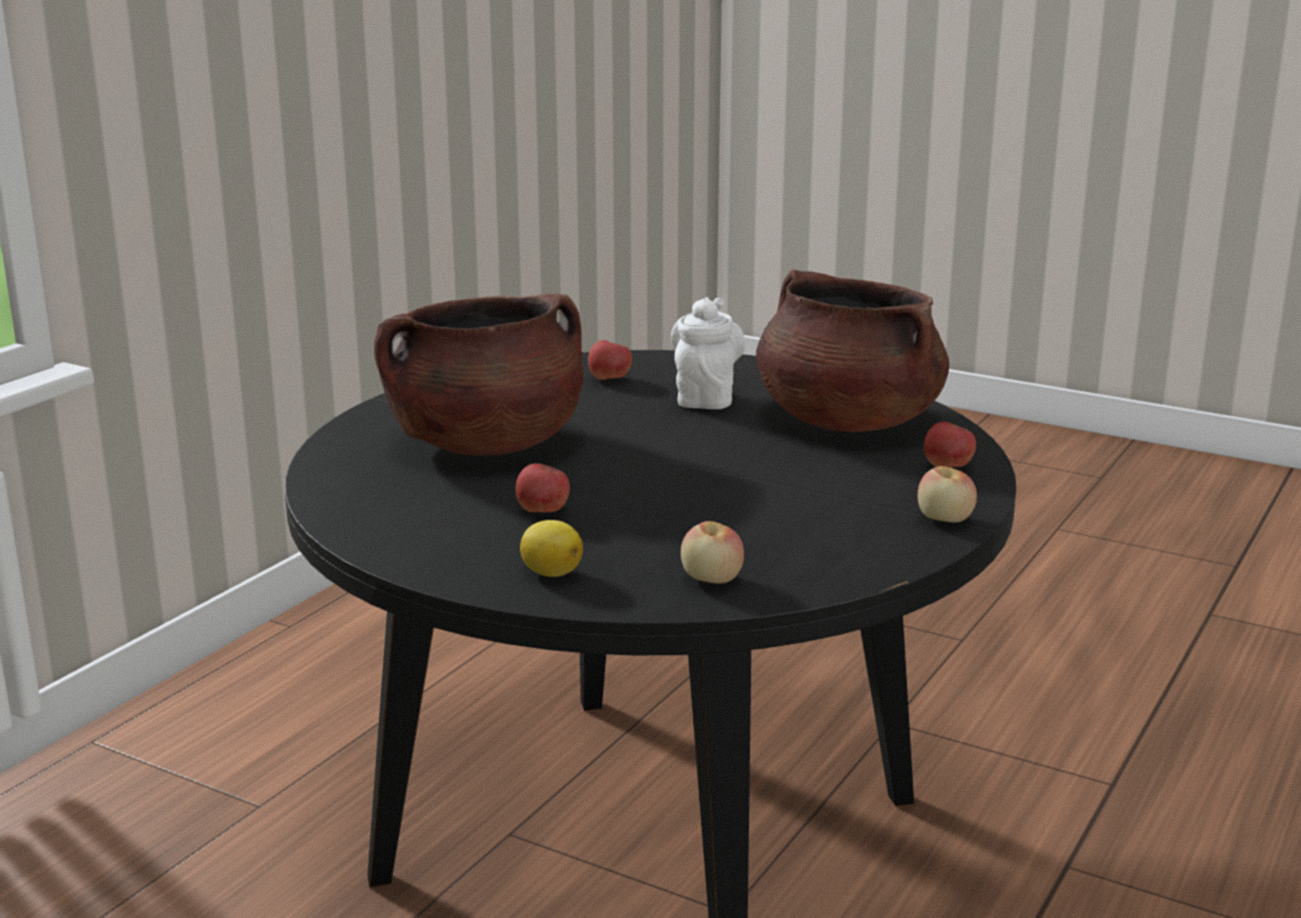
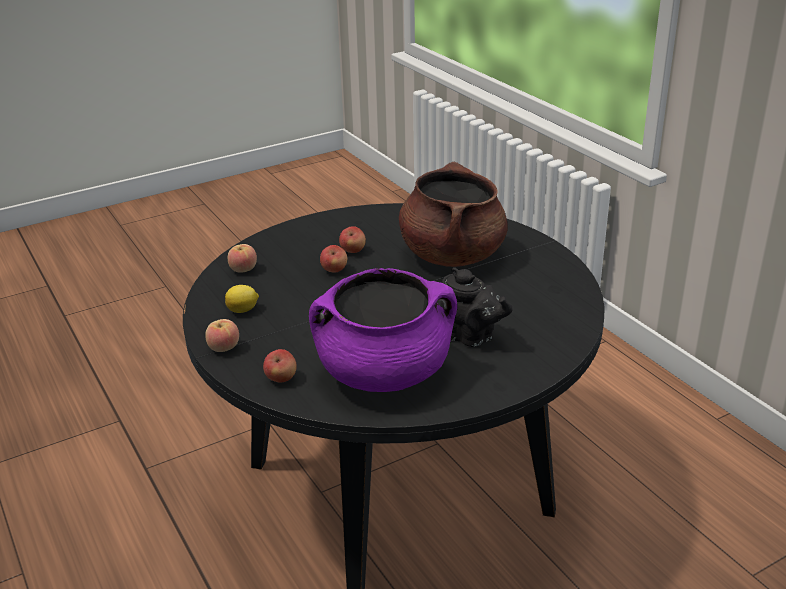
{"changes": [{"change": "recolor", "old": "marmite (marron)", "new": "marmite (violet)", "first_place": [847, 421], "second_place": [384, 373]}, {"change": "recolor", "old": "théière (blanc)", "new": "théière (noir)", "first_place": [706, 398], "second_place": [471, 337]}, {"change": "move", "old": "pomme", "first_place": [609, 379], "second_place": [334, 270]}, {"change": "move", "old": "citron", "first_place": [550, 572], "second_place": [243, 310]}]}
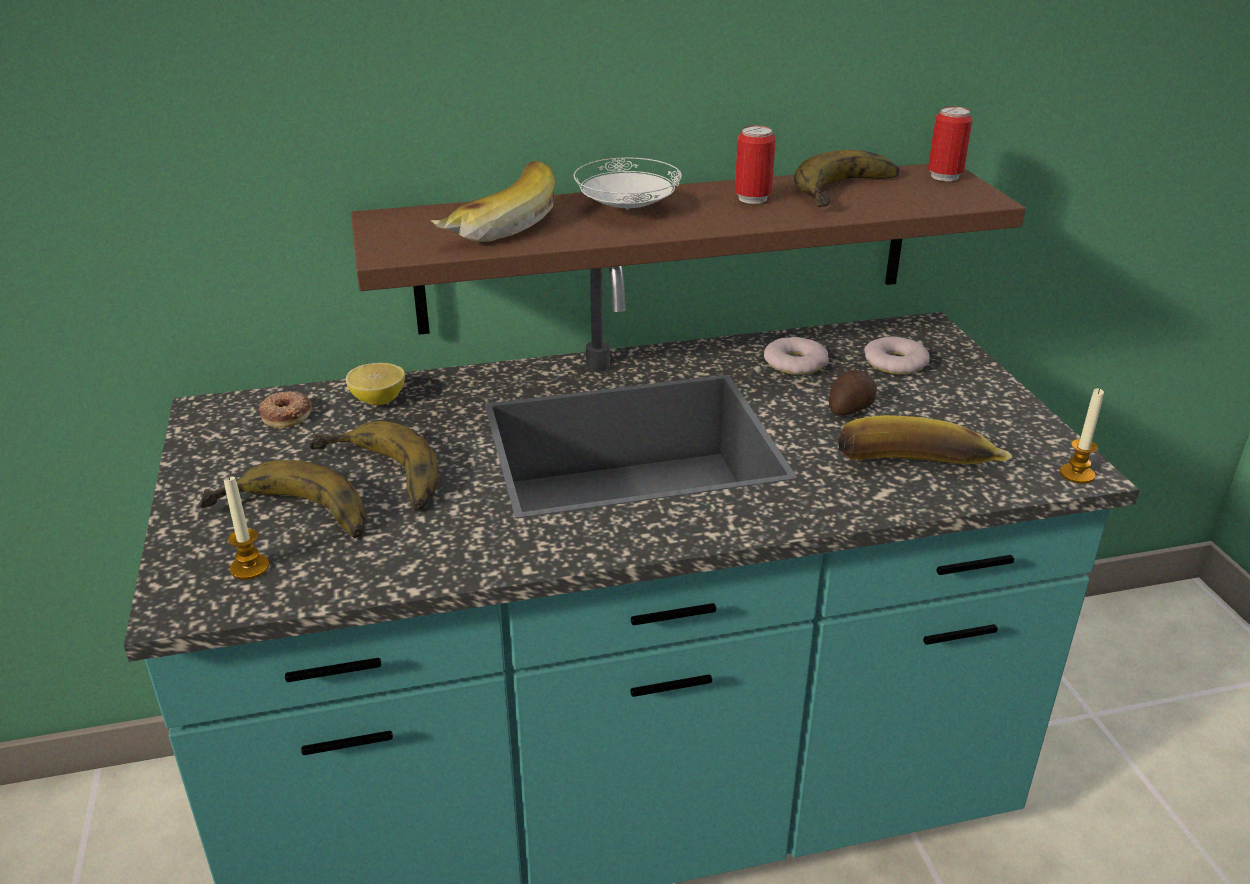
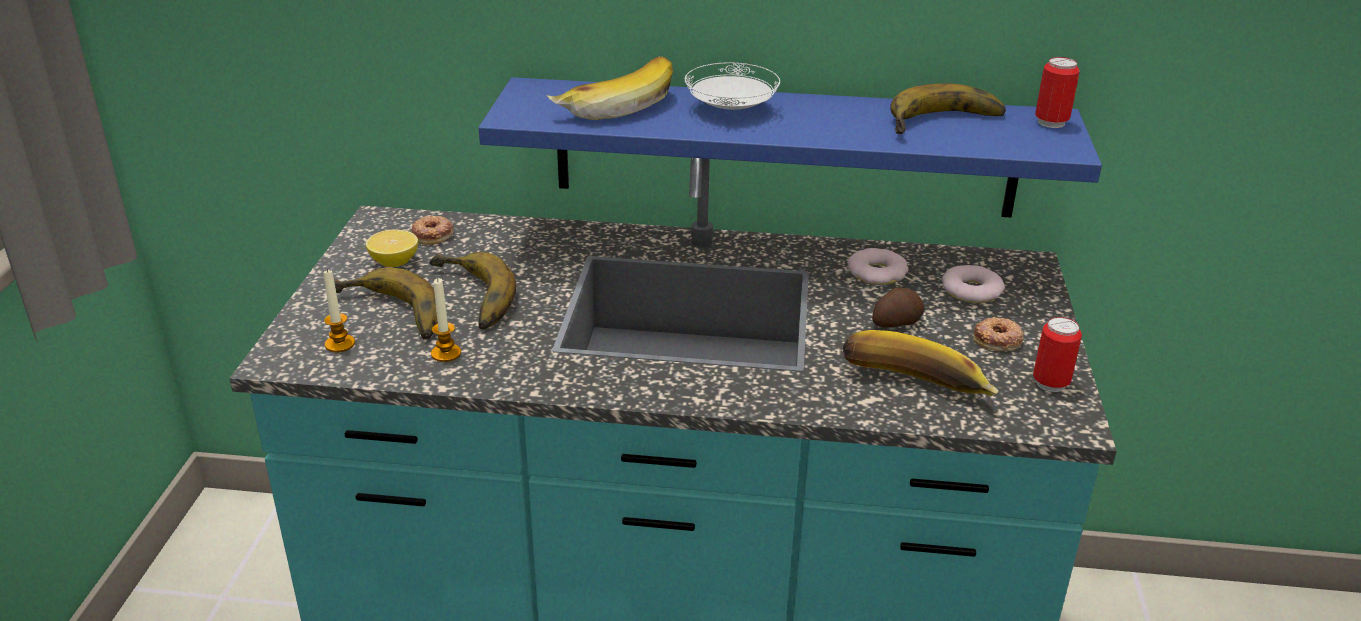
{"changes": [{"change": "move", "old": "boîte métallique", "first_place": [752, 198], "second_place": [1050, 383]}, {"change": "recolor", "old": "étagère (marron)", "new": "étagère (bleu)", "first_place": [668, 247], "second_place": [784, 148]}, {"change": "move", "old": "citron", "first_place": [378, 400], "second_place": [394, 262]}, {"change": "move", "old": "bougie", "first_place": [1077, 474], "second_place": [446, 353]}, {"change": "insert", "new": "beignet", "second_place": [998, 340]}]}
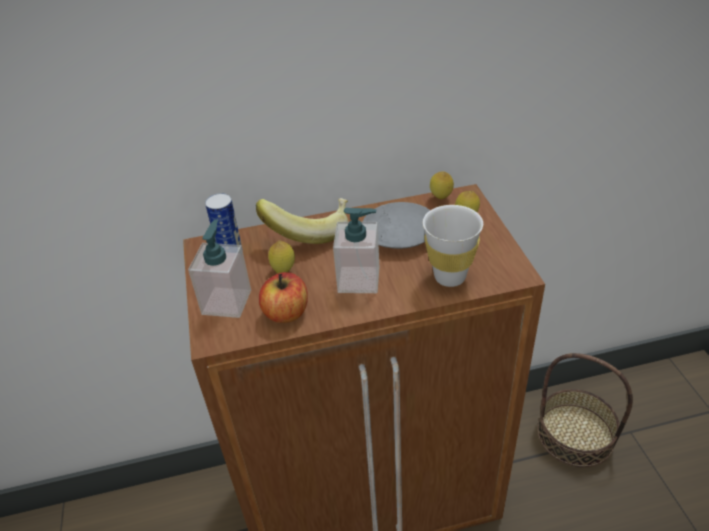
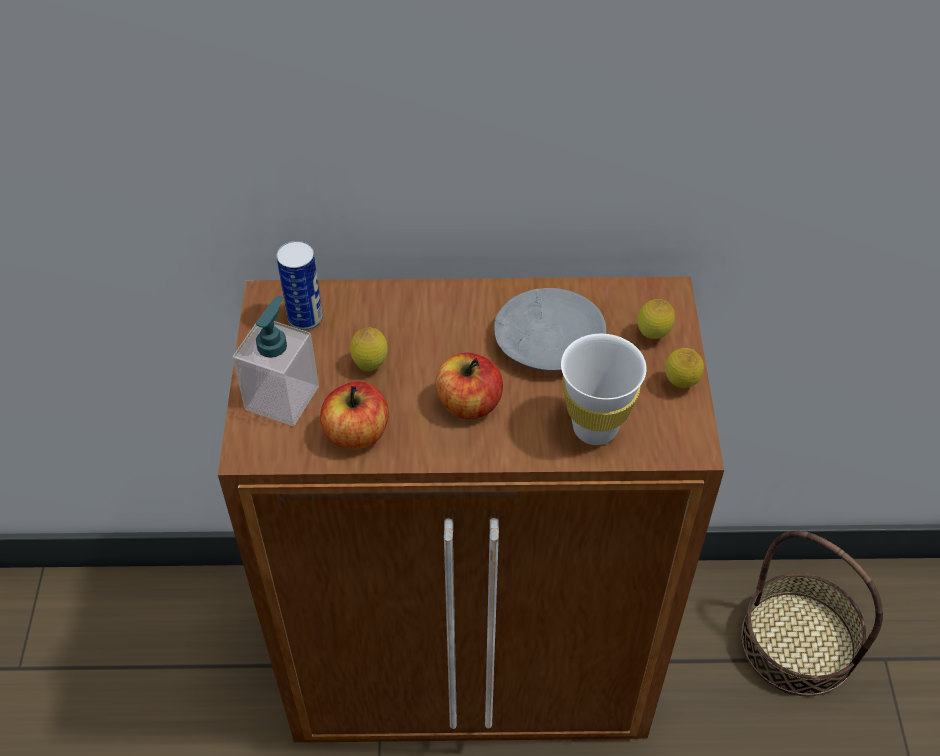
{"changes": [{"change": "move", "old": "citron", "first_place": [441, 198], "second_place": [680, 385]}, {"change": "delete", "old": "banane", "first_place": [309, 231]}, {"change": "replace", "old": "distributeur de savon", "new": "pomme", "first_place": [359, 280], "second_place": [469, 403]}]}
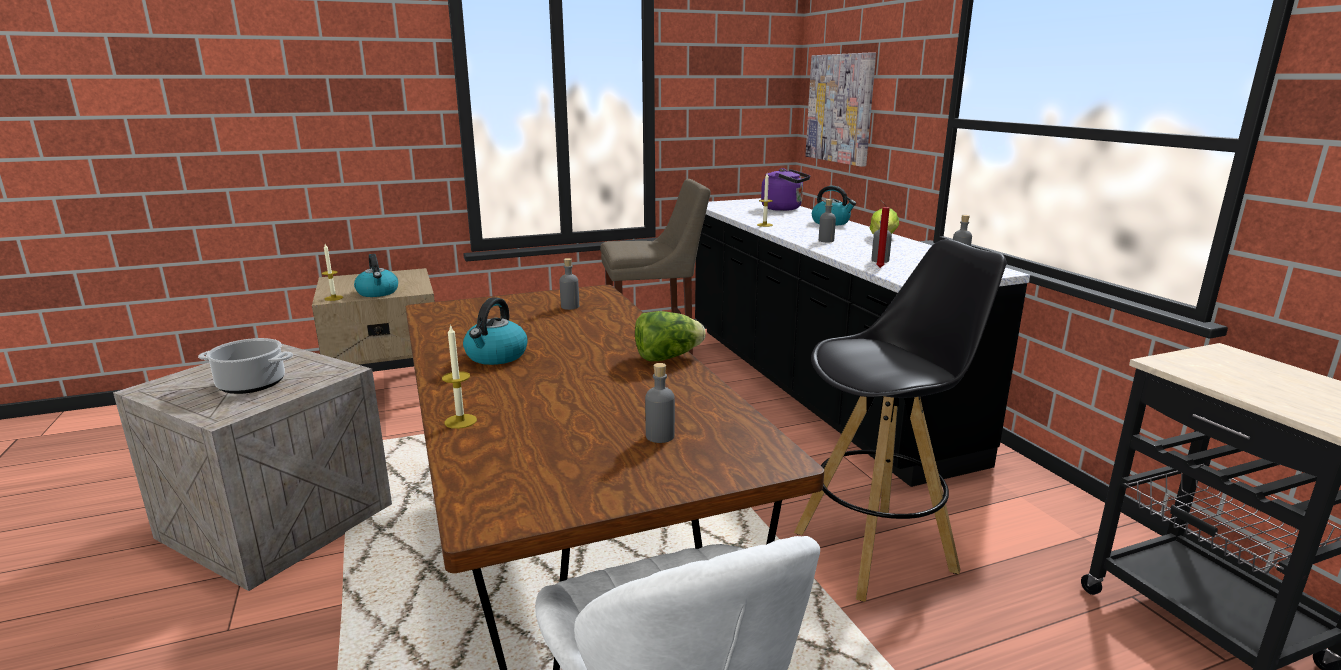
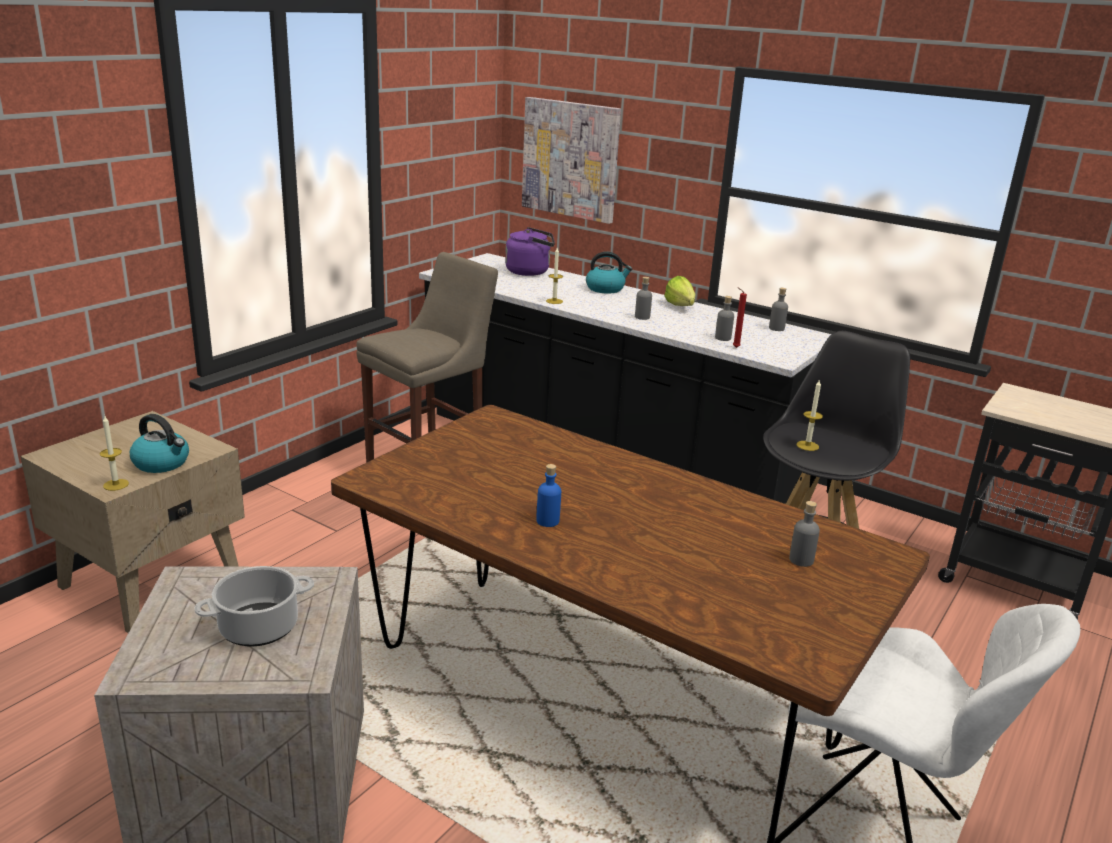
{"changes": [{"change": "delete", "old": "bouteille (gris)", "first_place": [570, 307]}, {"change": "replace", "old": "bouilloire", "new": "bouteille (bleu)", "first_place": [496, 356], "second_place": [548, 521]}, {"change": "delete", "old": "laitue", "first_place": [667, 357]}, {"change": "move", "old": "bougie", "first_place": [460, 421], "second_place": [807, 446]}]}
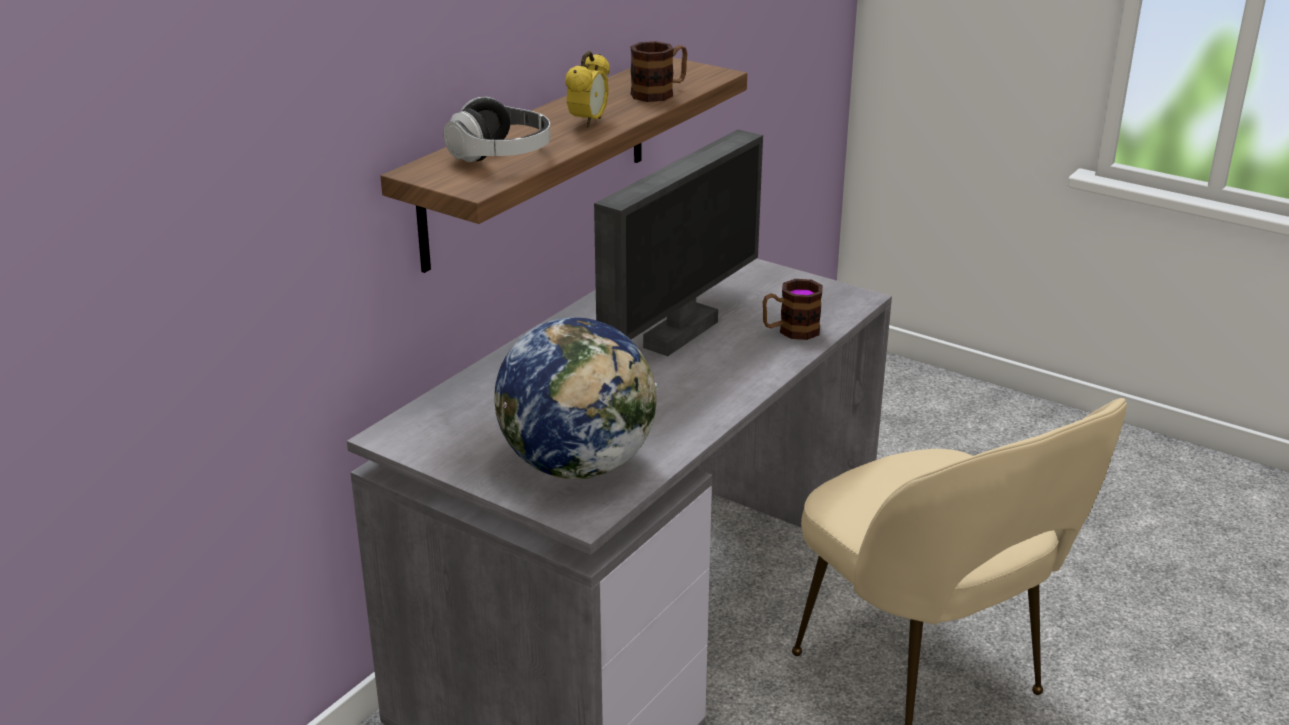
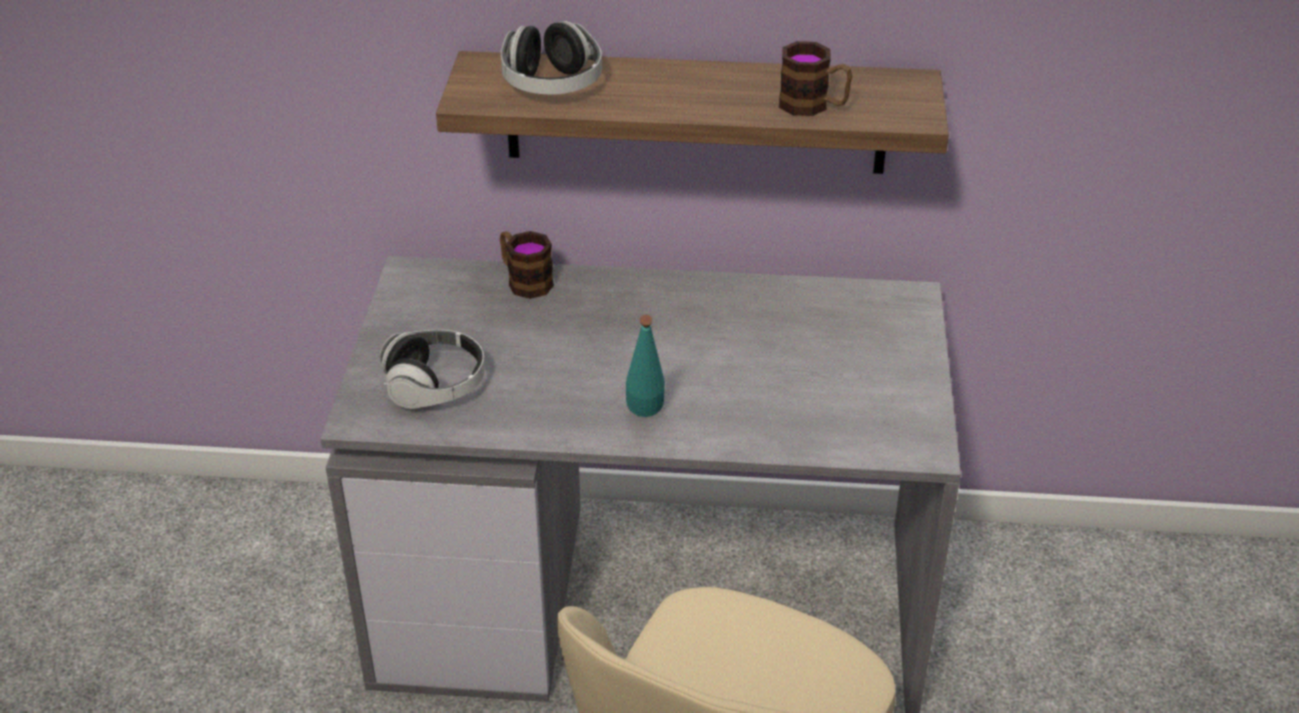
{"changes": [{"change": "delete", "old": "réveil", "first_place": [588, 122]}, {"change": "delete", "old": "écran d'ordinateur", "first_place": [678, 333]}, {"change": "move", "old": "mug", "first_place": [790, 331], "second_place": [524, 280]}, {"change": "replace", "old": "globe", "new": "casque audio", "first_place": [578, 465], "second_place": [435, 386]}, {"change": "insert", "new": "bouteille (turquoise)", "second_place": [645, 420]}]}
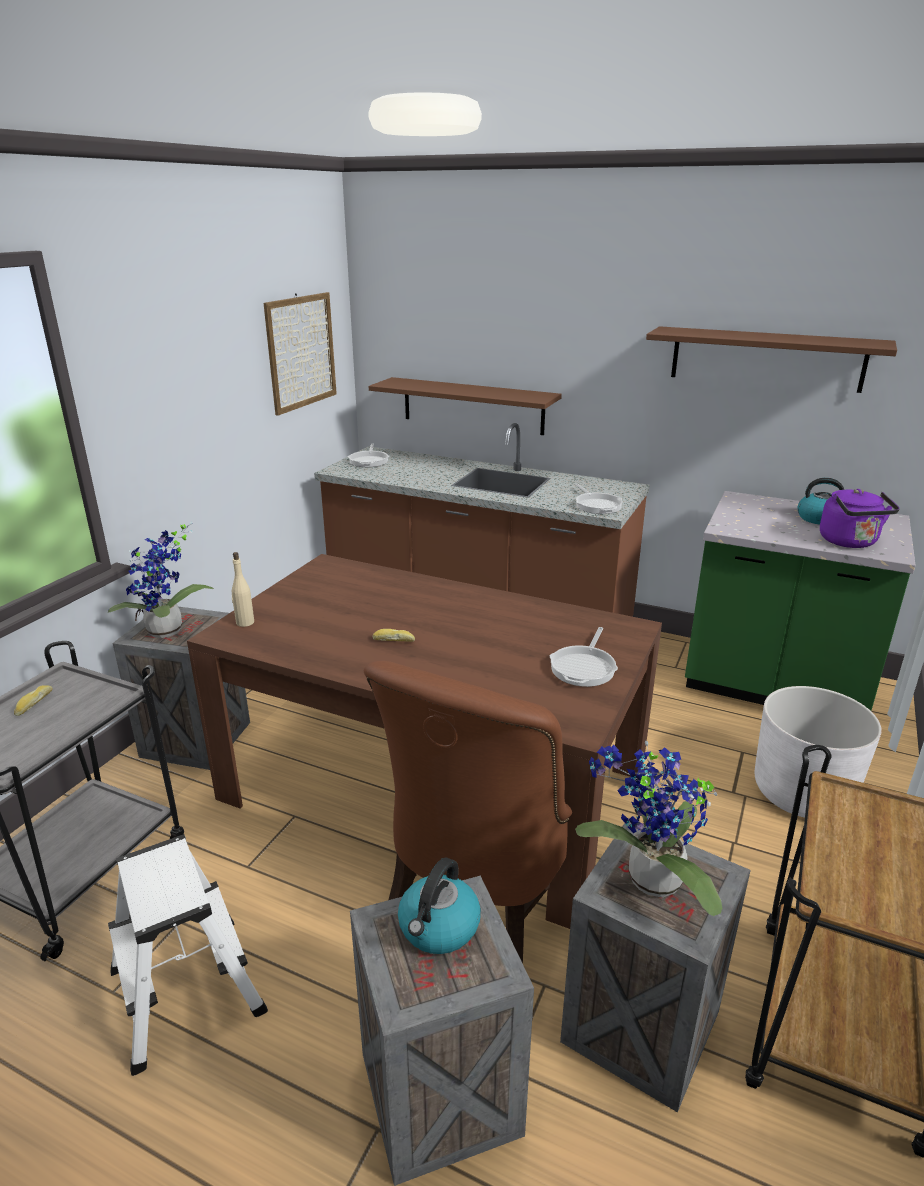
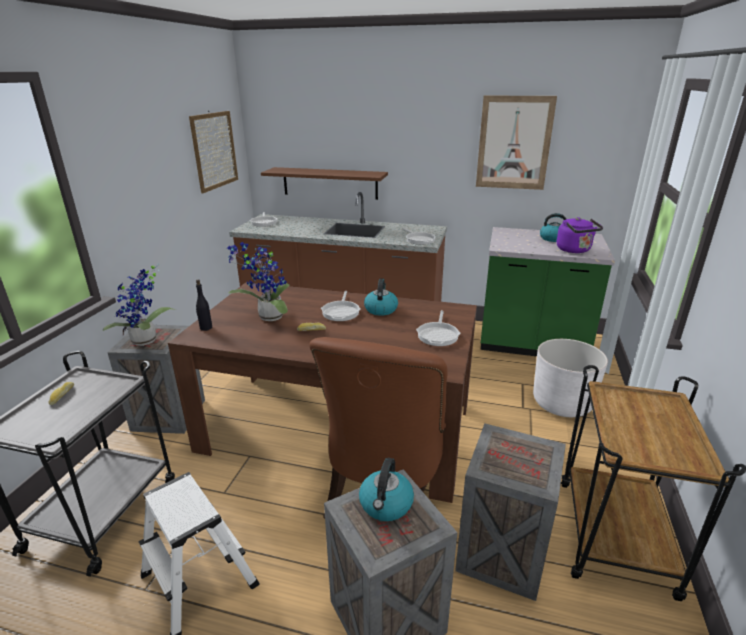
{"changes": [{"change": "replace", "old": "étagère (marron)", "new": "tableau", "first_place": [766, 359], "second_place": [514, 143]}, {"change": "recolor", "old": "bouteille (beige)", "new": "bouteille (noir)", "first_place": [245, 622], "second_place": [206, 328]}, {"change": "move", "old": "plante en pot", "first_place": [648, 882], "second_place": [268, 318]}, {"change": "insert", "new": "bouilloire", "second_place": [380, 309]}, {"change": "insert", "new": "poêle", "second_place": [341, 312]}]}
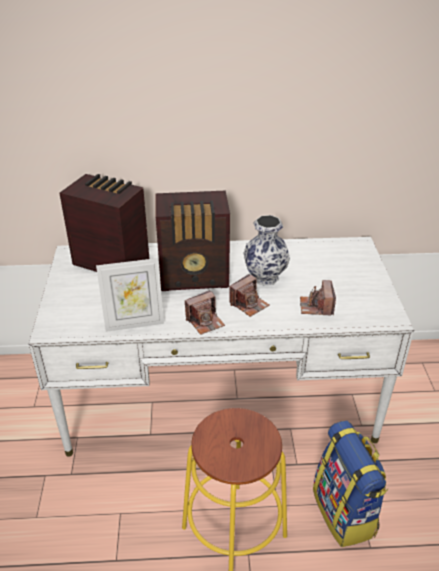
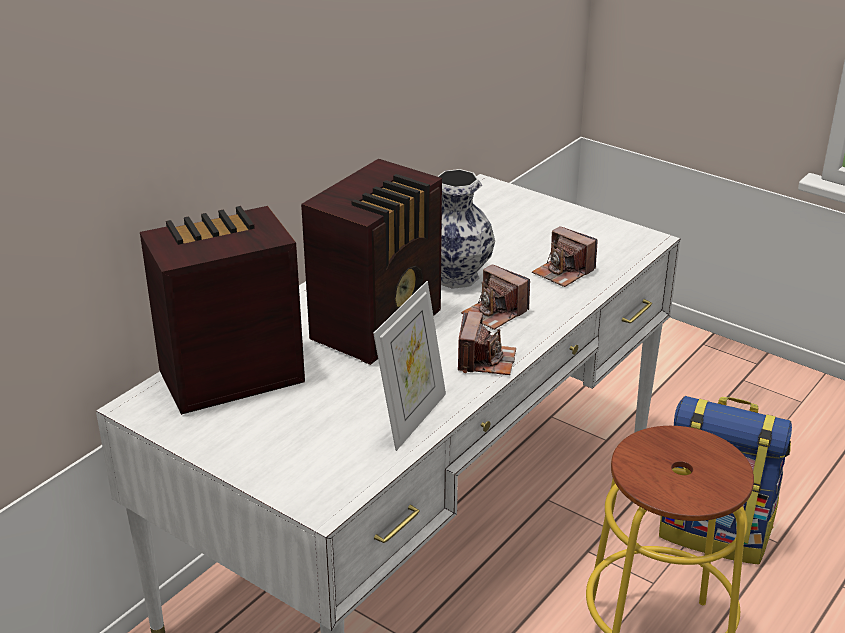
{"changes": [{"change": "rotate", "old": "appareil photo", "first_place": [249, 304], "second_place": [494, 313], "degrees": 135}]}
